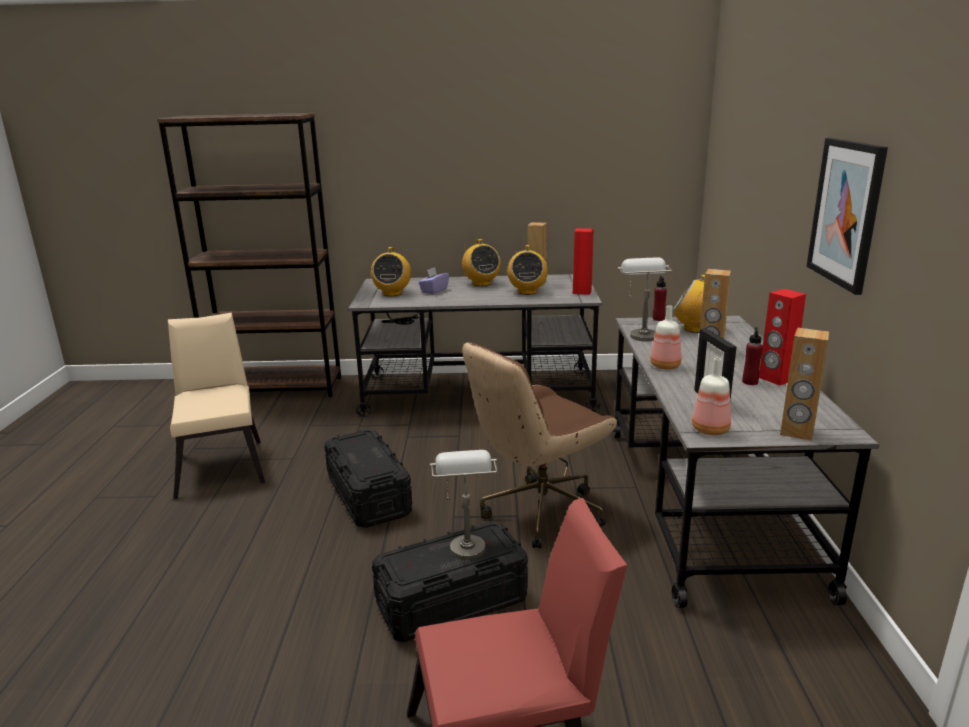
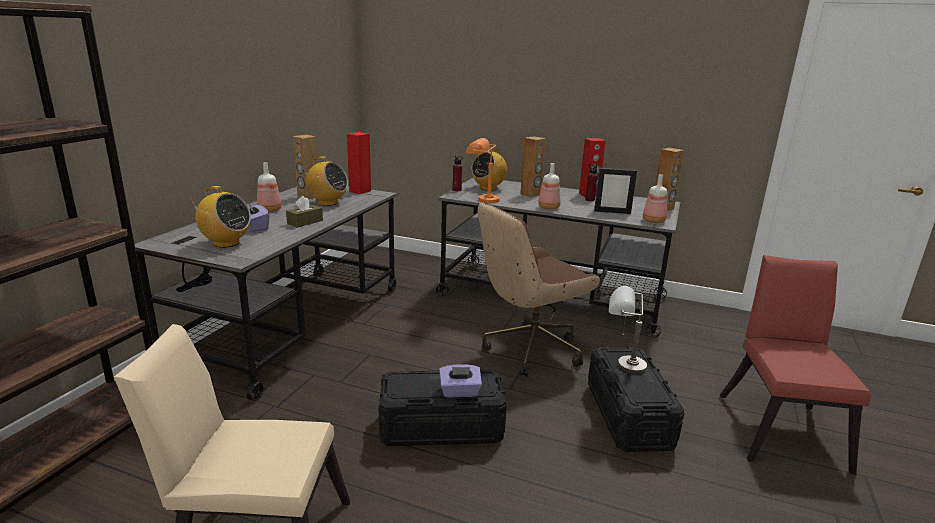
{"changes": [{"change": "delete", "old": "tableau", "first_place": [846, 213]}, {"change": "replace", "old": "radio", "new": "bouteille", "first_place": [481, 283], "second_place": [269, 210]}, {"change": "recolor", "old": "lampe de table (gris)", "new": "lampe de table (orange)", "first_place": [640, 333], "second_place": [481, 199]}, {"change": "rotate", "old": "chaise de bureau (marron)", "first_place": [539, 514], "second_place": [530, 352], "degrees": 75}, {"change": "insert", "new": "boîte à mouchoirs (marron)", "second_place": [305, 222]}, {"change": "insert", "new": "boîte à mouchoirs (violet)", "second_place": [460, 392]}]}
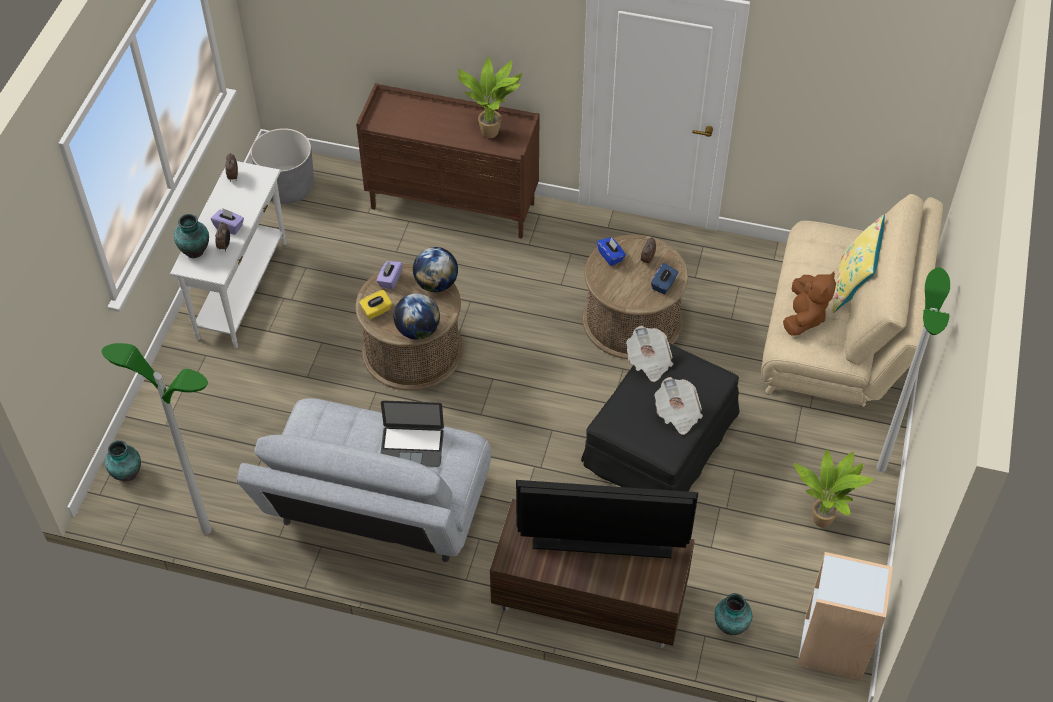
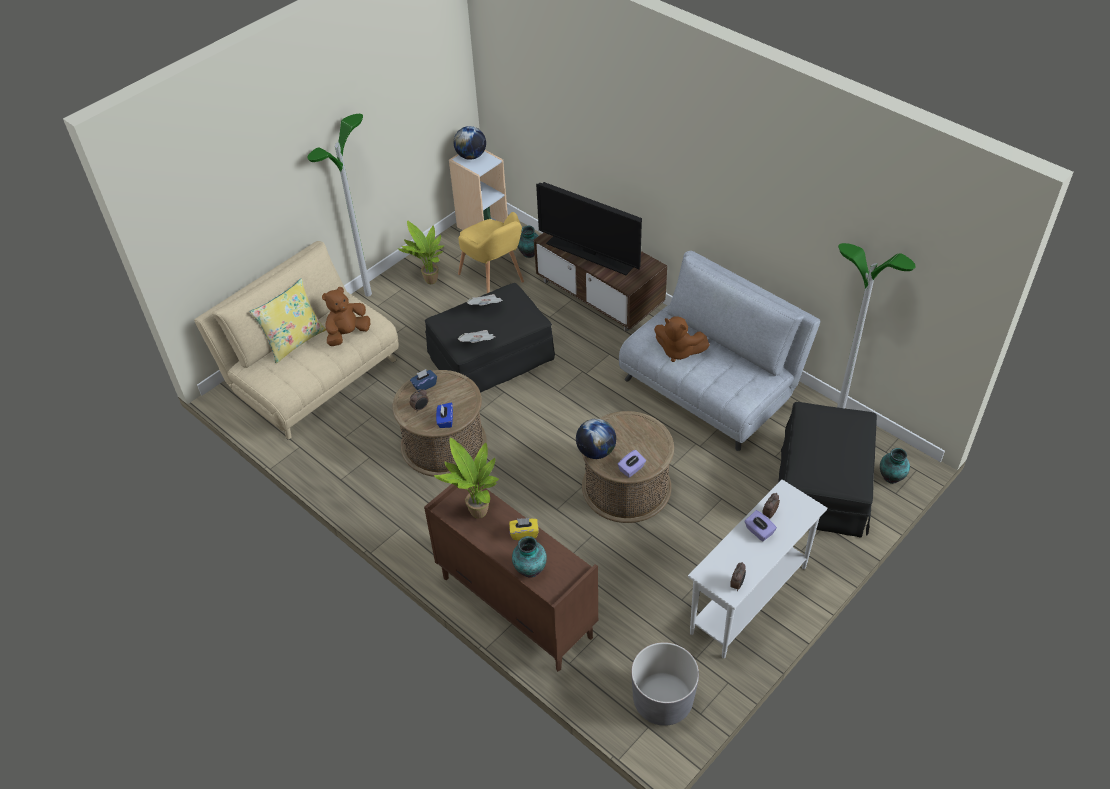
{"changes": [{"change": "move", "old": "vase", "first_place": [195, 250], "second_place": [529, 570]}, {"change": "move", "old": "boîte à mouchoirs (jaune)", "first_place": [376, 311], "second_place": [524, 533]}, {"change": "move", "old": "globe", "first_place": [417, 330], "second_place": [471, 156]}, {"change": "replace", "old": "ordinateur portable", "new": "peluche (marron)", "first_place": [412, 446], "second_place": [678, 351]}, {"change": "insert", "new": "fauteuil (jaune)", "second_place": [494, 280]}, {"change": "insert", "new": "pouf (noir)", "second_place": [823, 485]}]}
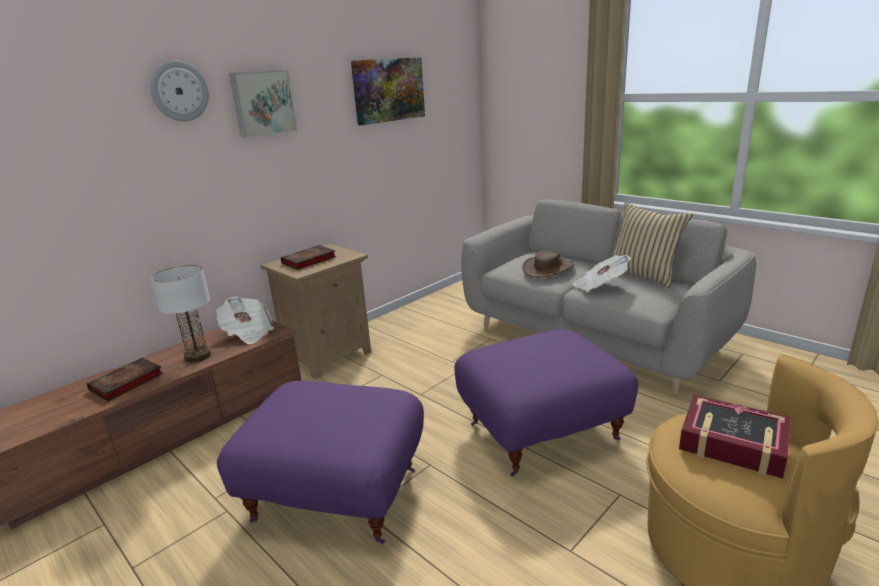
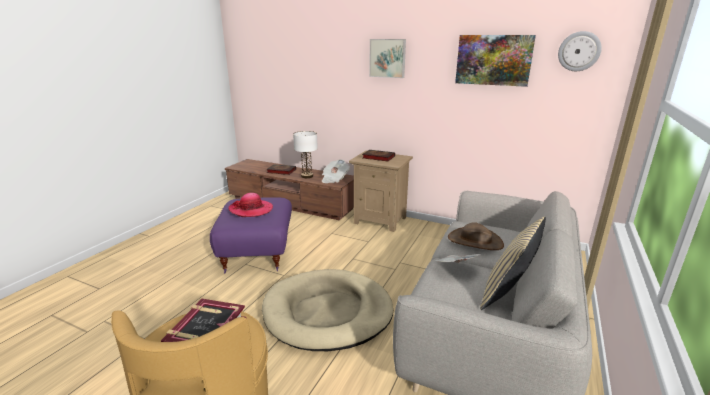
{"changes": [{"change": "move", "old": "horloge murale", "first_place": [179, 91], "second_place": [579, 51]}, {"change": "replace", "old": "pouf (violet)", "new": "panier pour chien (beige)", "first_place": [541, 430], "second_place": [328, 312]}, {"change": "insert", "new": "chapeau", "second_place": [251, 210]}]}
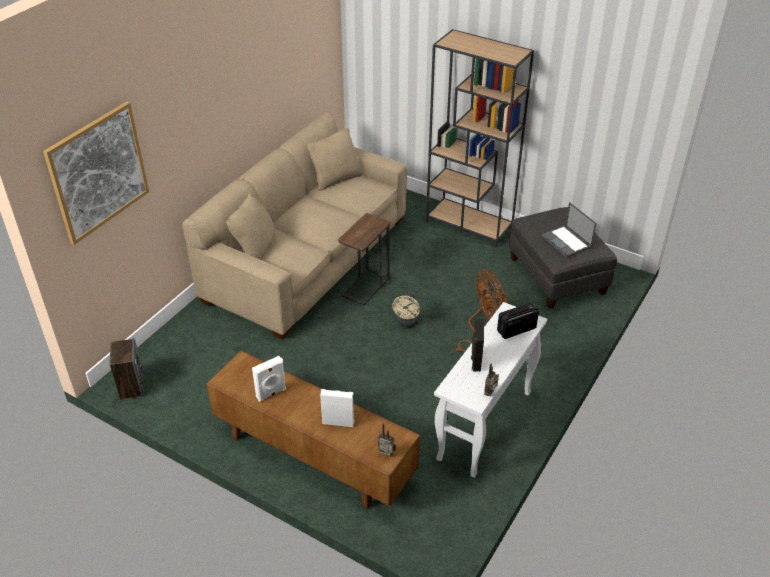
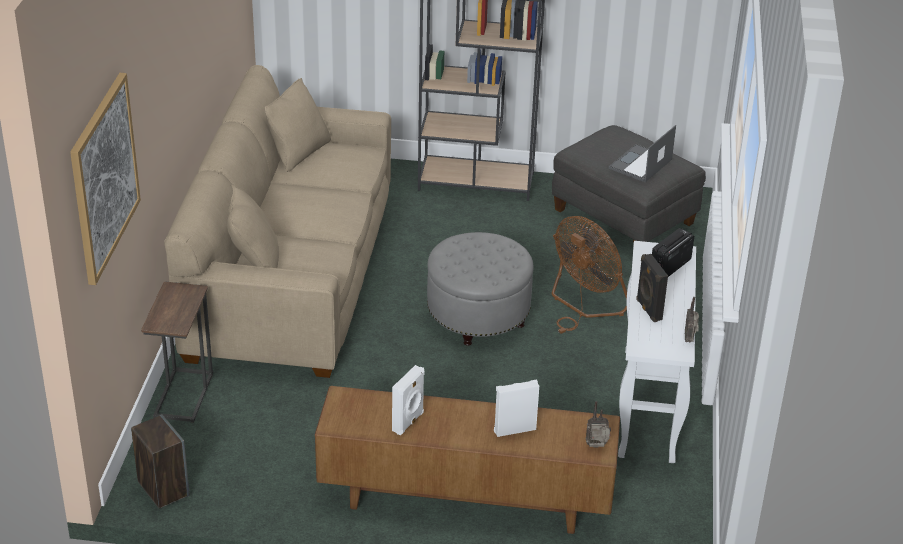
{"changes": [{"change": "rotate", "old": "ordinateur portable", "first_place": [566, 242], "second_place": [640, 164], "degrees": 90}, {"change": "move", "old": "table d'appoint (marron)", "first_place": [365, 287], "second_place": [183, 395]}, {"change": "replace", "old": "ventilateur (beige)", "new": "pouf (gris)", "first_place": [407, 323], "second_place": [478, 317]}]}
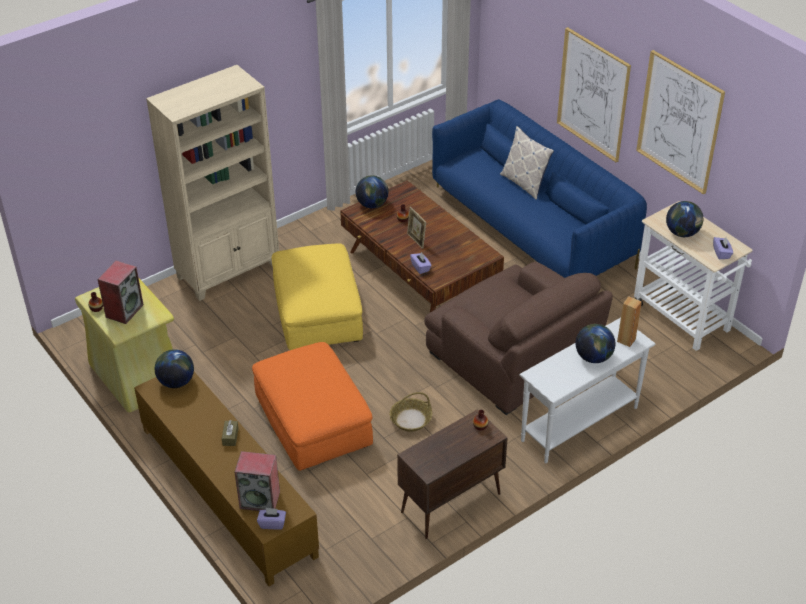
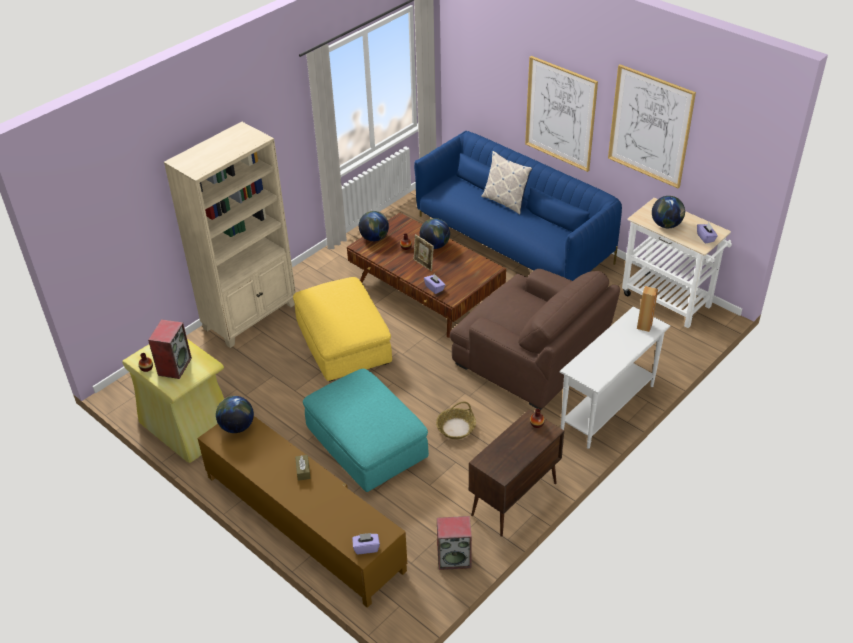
{"changes": [{"change": "move", "old": "globe", "first_place": [593, 357], "second_place": [435, 245]}, {"change": "recolor", "old": "pouf (orange)", "new": "pouf (turquoise)", "first_place": [313, 421], "second_place": [367, 443]}, {"change": "move", "old": "enceinte", "first_place": [260, 500], "second_place": [454, 558]}]}
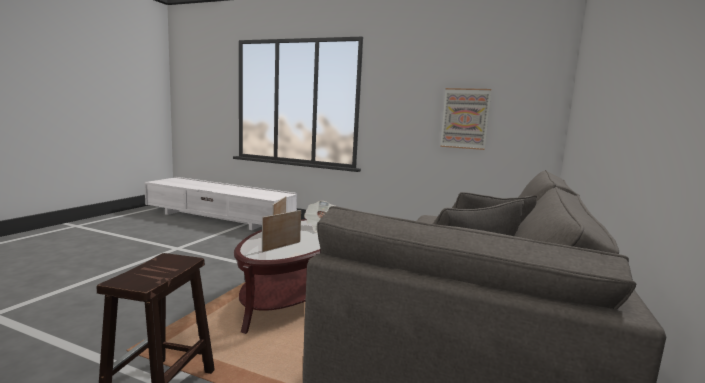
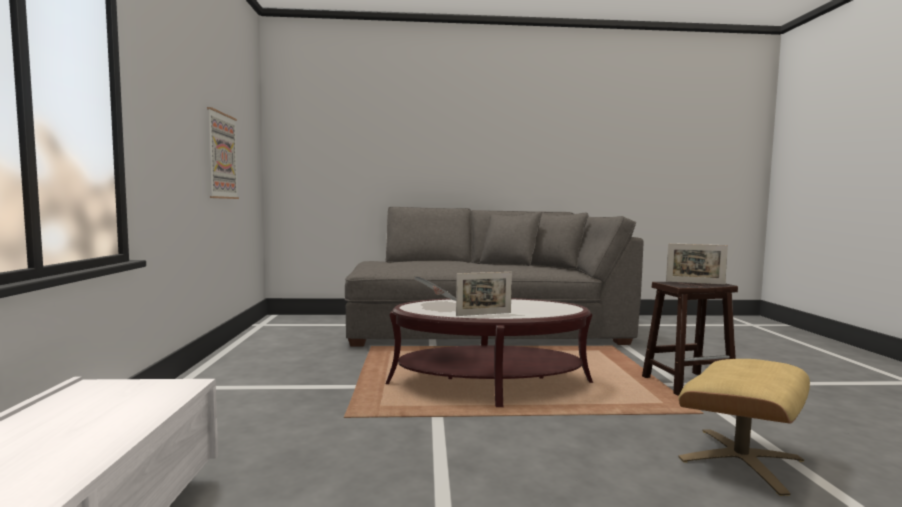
{"changes": [{"change": "move", "old": "cadre photo", "first_place": [281, 246], "second_place": [695, 282]}, {"change": "insert", "new": "pouf (beige)", "second_place": [741, 459]}]}
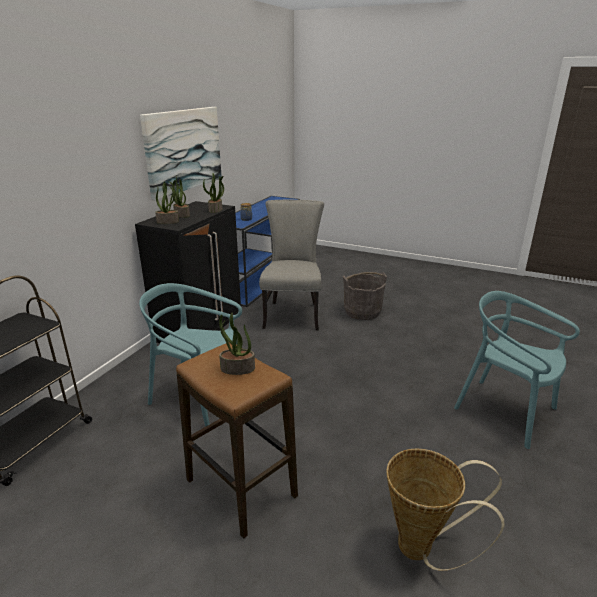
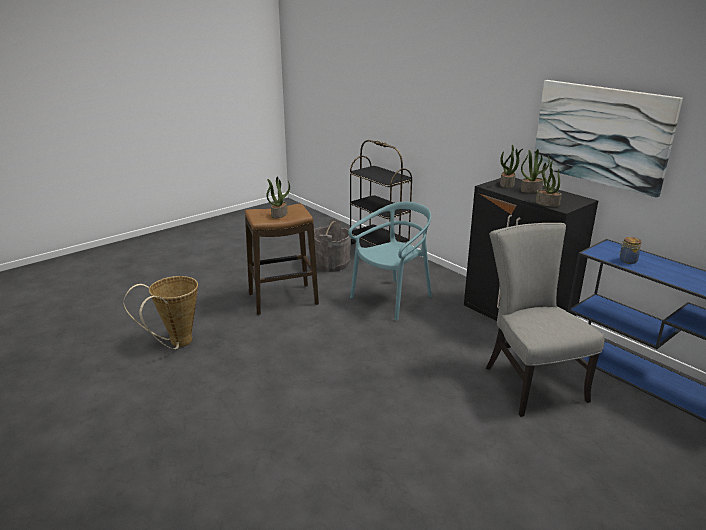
{"changes": [{"change": "rotate", "old": "chaise (gris)", "first_place": [293, 313], "second_place": [530, 380], "degrees": -135}, {"change": "move", "old": "seau (gris)", "first_place": [362, 312], "second_place": [331, 264]}, {"change": "delete", "old": "chaise (turquoise)", "first_place": [505, 411]}]}
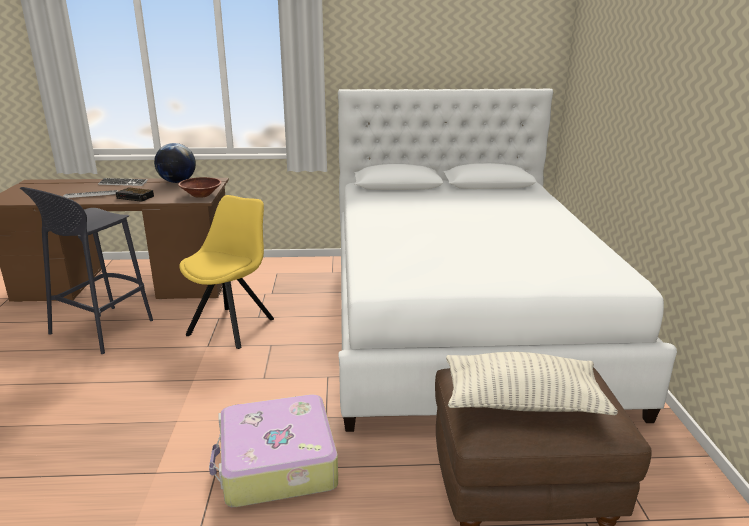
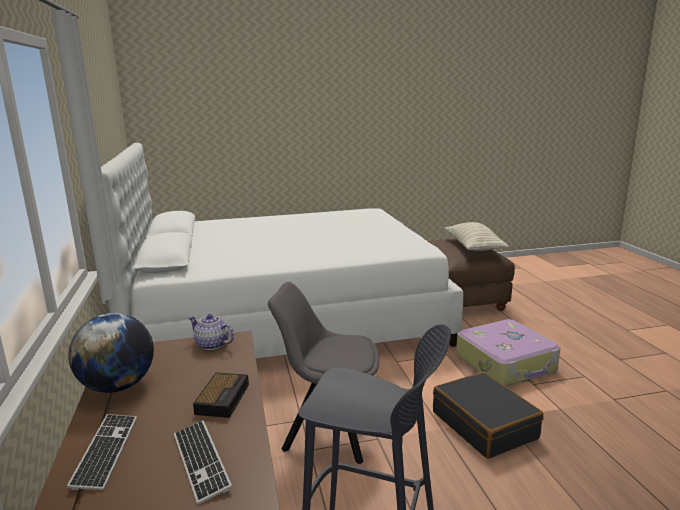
{"changes": [{"change": "replace", "old": "bol (marron)", "new": "théière", "first_place": [201, 195], "second_place": [212, 345]}, {"change": "recolor", "old": "chaise (jaune)", "new": "chaise (gris)", "first_place": [232, 326], "second_place": [329, 433]}, {"change": "insert", "new": "valise (noir)", "second_place": [484, 425]}]}
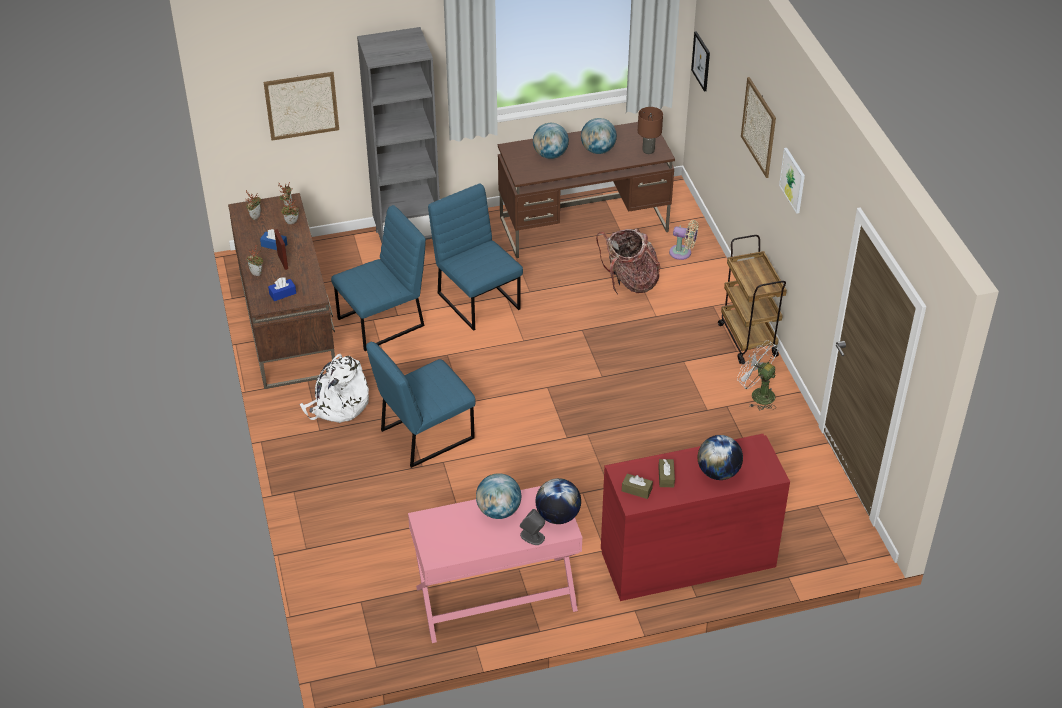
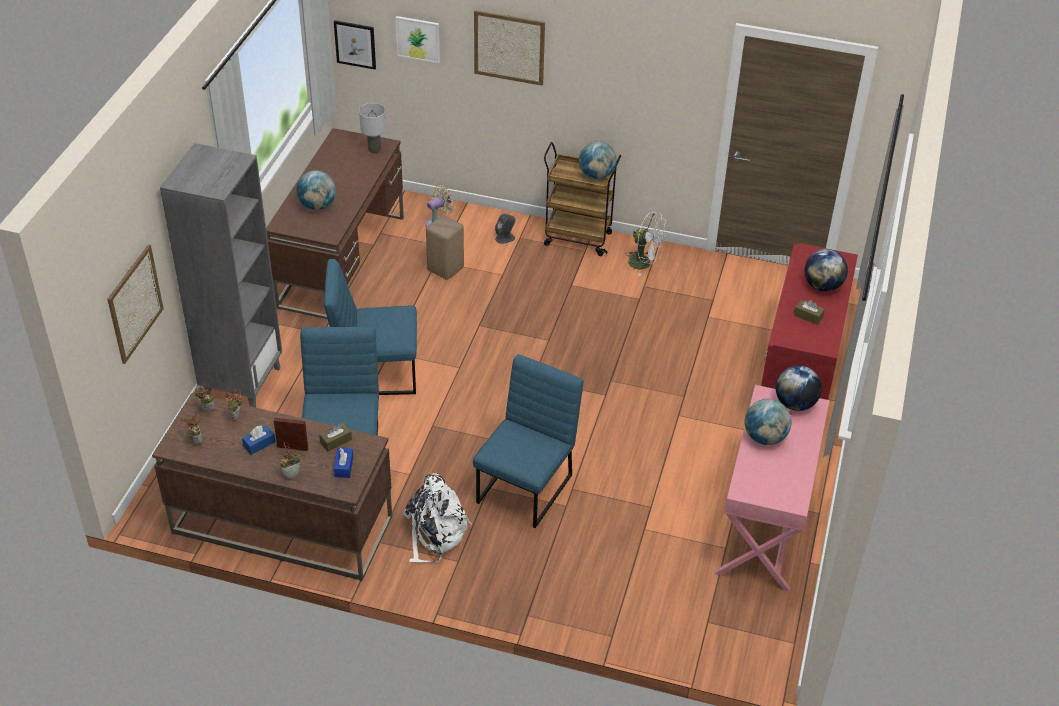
{"changes": [{"change": "recolor", "old": "lampe de table (marron)", "new": "lampe de table (blanc)", "first_place": [649, 151], "second_place": [375, 149]}, {"change": "move", "old": "globe", "first_place": [598, 150], "second_place": [596, 175]}, {"change": "move", "old": "tableau", "first_place": [793, 180], "second_place": [418, 39]}, {"change": "replace", "old": "sac à dos", "new": "tabouret (beige)", "first_place": [630, 282], "second_place": [445, 269]}, {"change": "rotate", "old": "ventilateur (blanc)", "first_place": [757, 394], "second_place": [645, 263], "degrees": -135}, {"change": "rotate", "old": "chaise (bleu)", "first_place": [424, 435], "second_place": [527, 487], "degrees": -150}, {"change": "move", "old": "boîte à mouchoirs (marron)", "first_place": [636, 490], "second_place": [336, 441]}, {"change": "move", "old": "enceinte (gris)", "first_place": [532, 536], "second_place": [505, 238]}]}
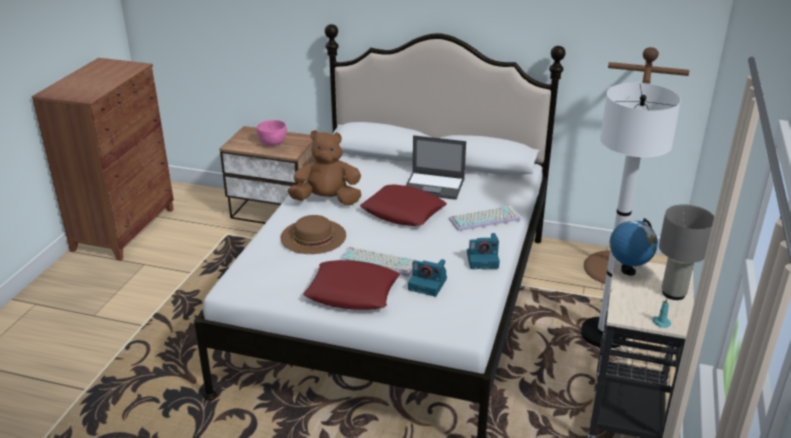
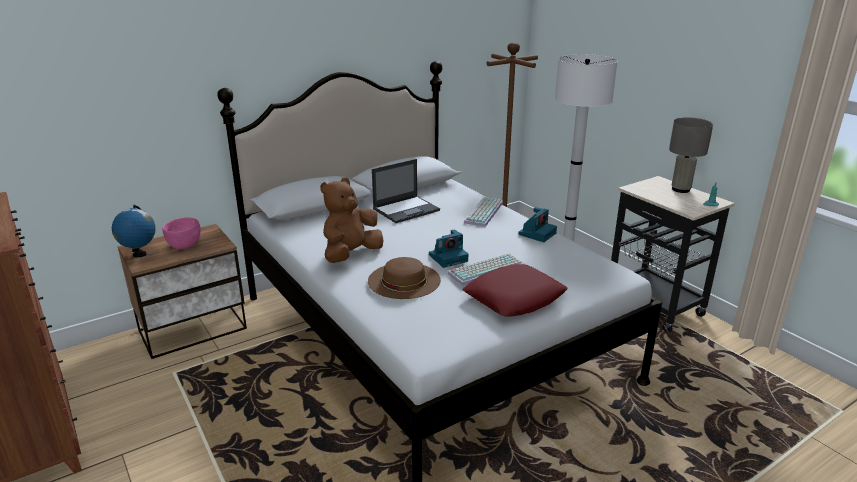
{"changes": [{"change": "delete", "old": "coussin (rouge)", "first_place": [403, 212]}, {"change": "move", "old": "globe", "first_place": [628, 271], "second_place": [139, 254]}, {"change": "move", "old": "appareil photo", "first_place": [428, 284], "second_place": [448, 257]}]}
